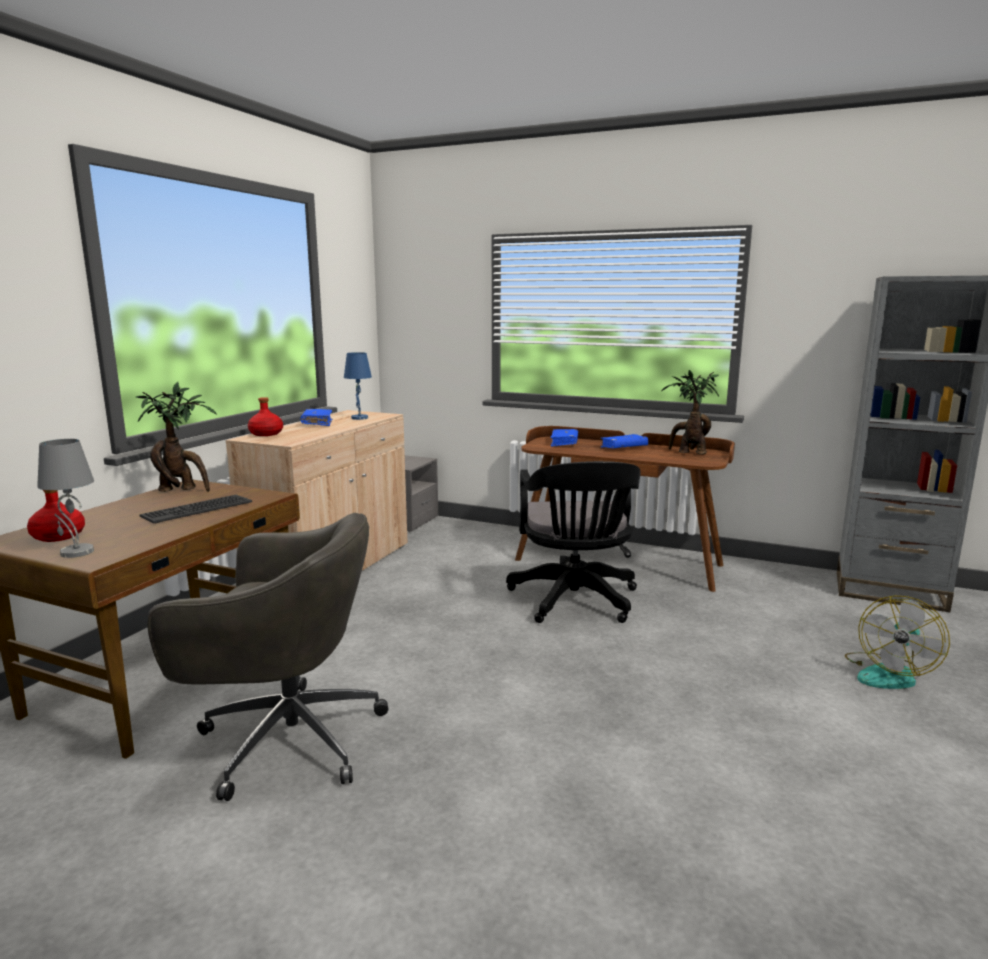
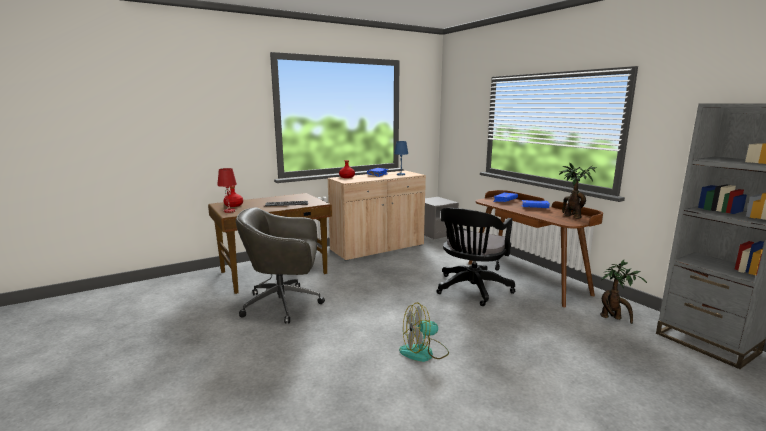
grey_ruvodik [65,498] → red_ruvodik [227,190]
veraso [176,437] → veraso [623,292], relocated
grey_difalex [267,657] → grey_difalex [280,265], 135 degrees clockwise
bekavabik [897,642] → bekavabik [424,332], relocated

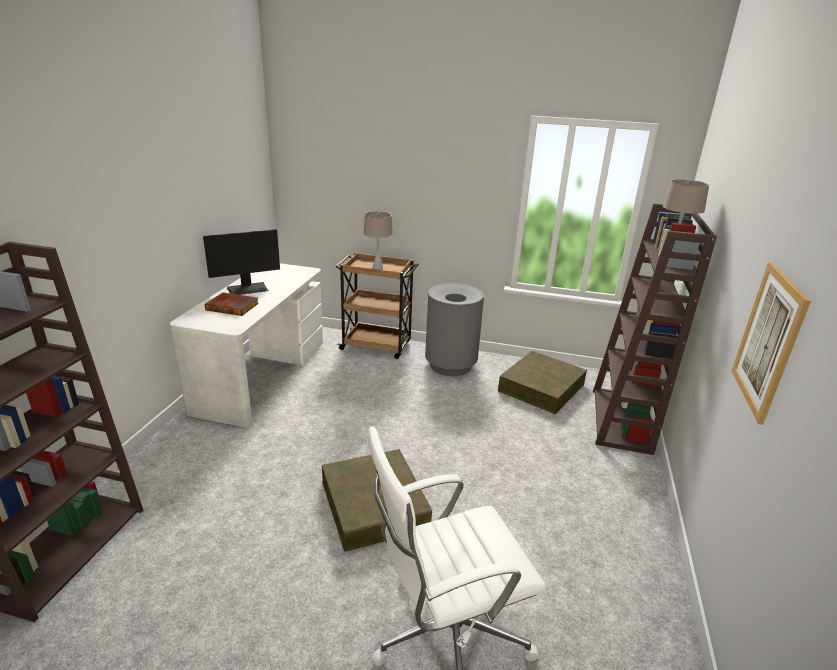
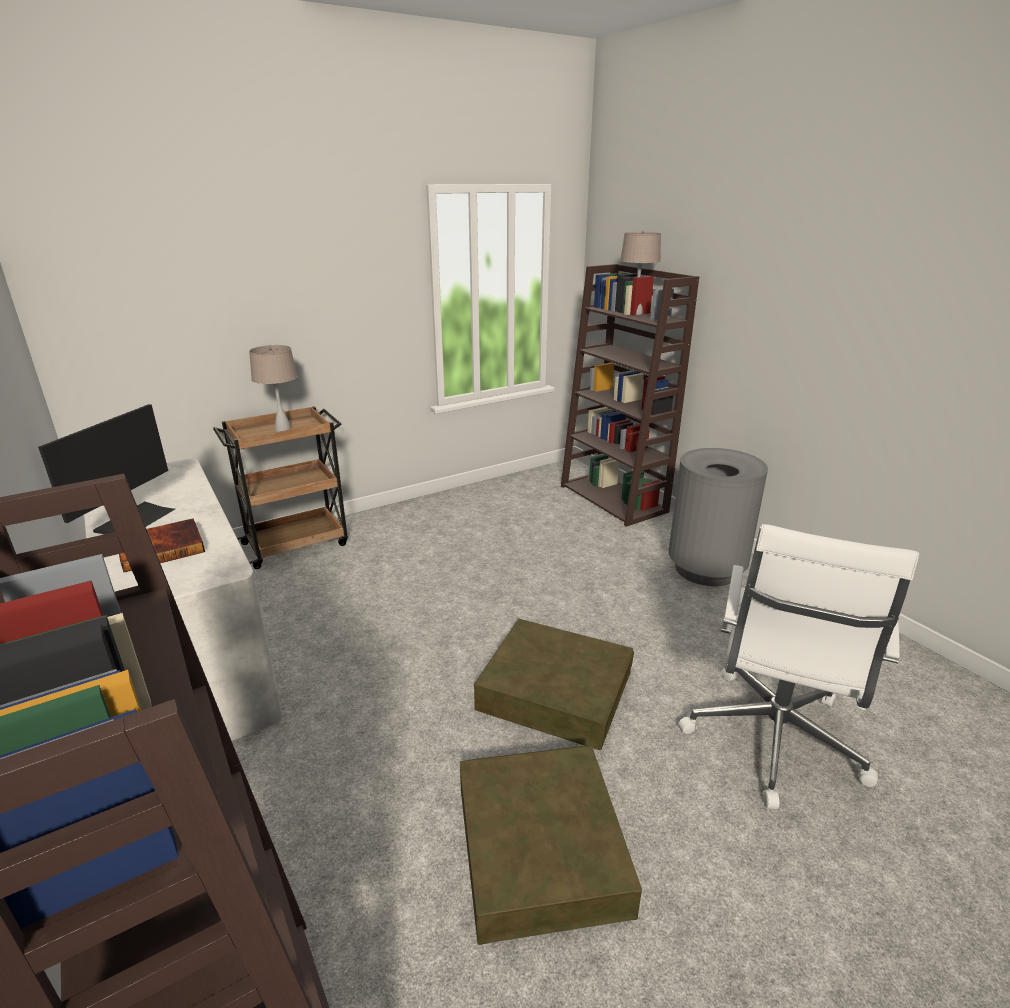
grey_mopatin [454,329] → grey_mopatin [718,517], relocated
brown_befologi [542,382] → brown_befologi [551,845], relocated
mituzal [771,343] → -

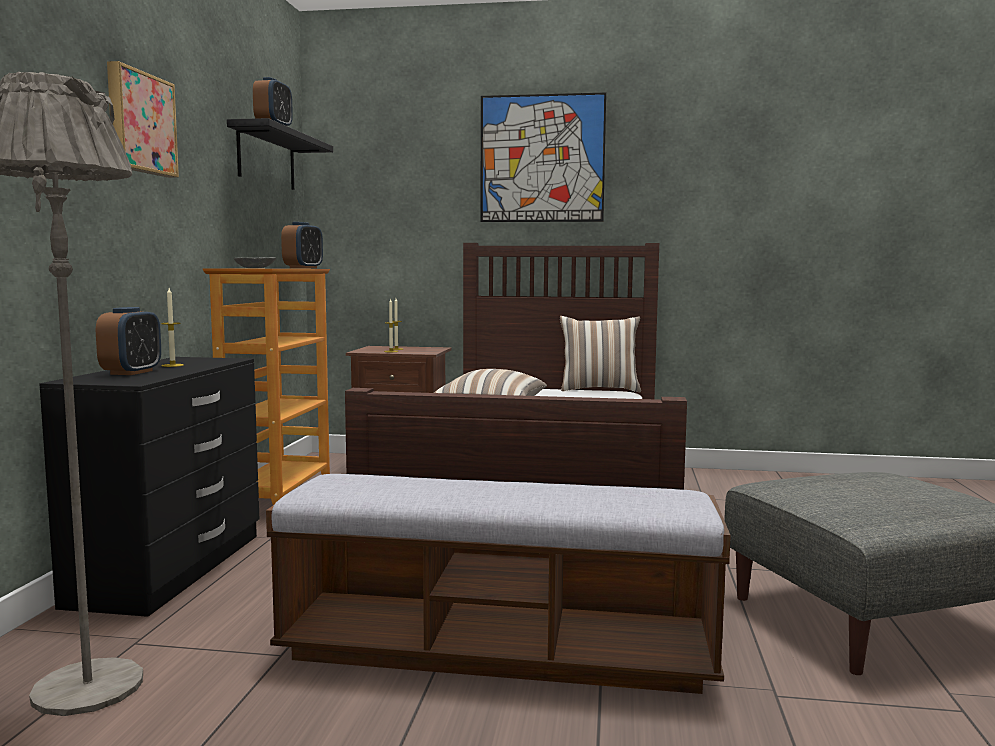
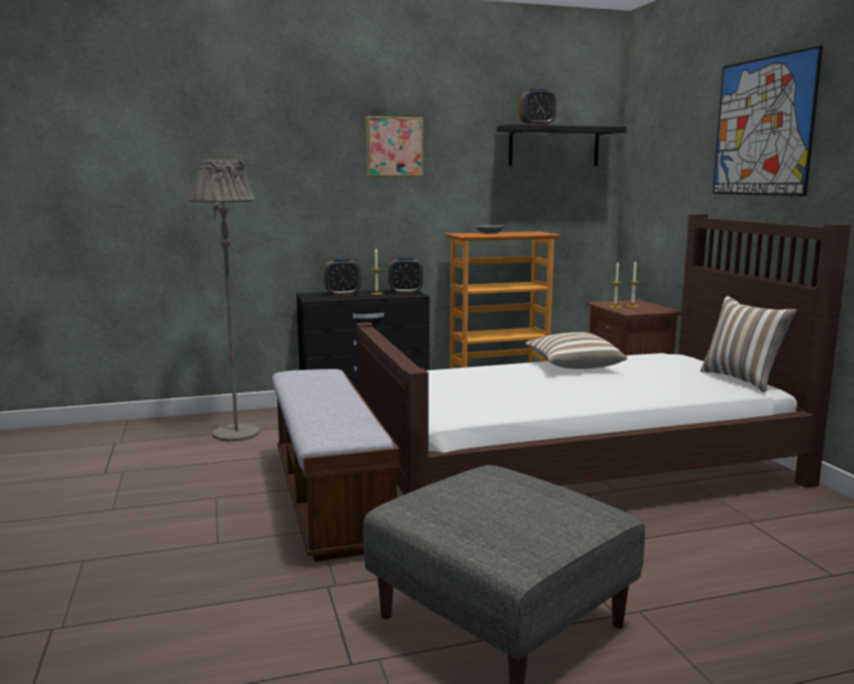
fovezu [302,245] → fovezu [405,275], relocated

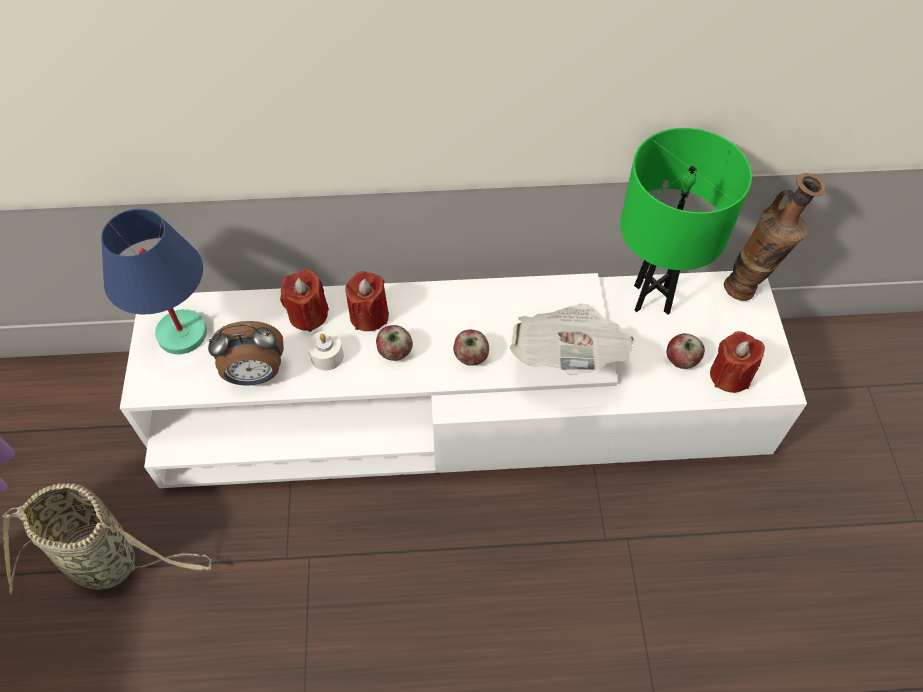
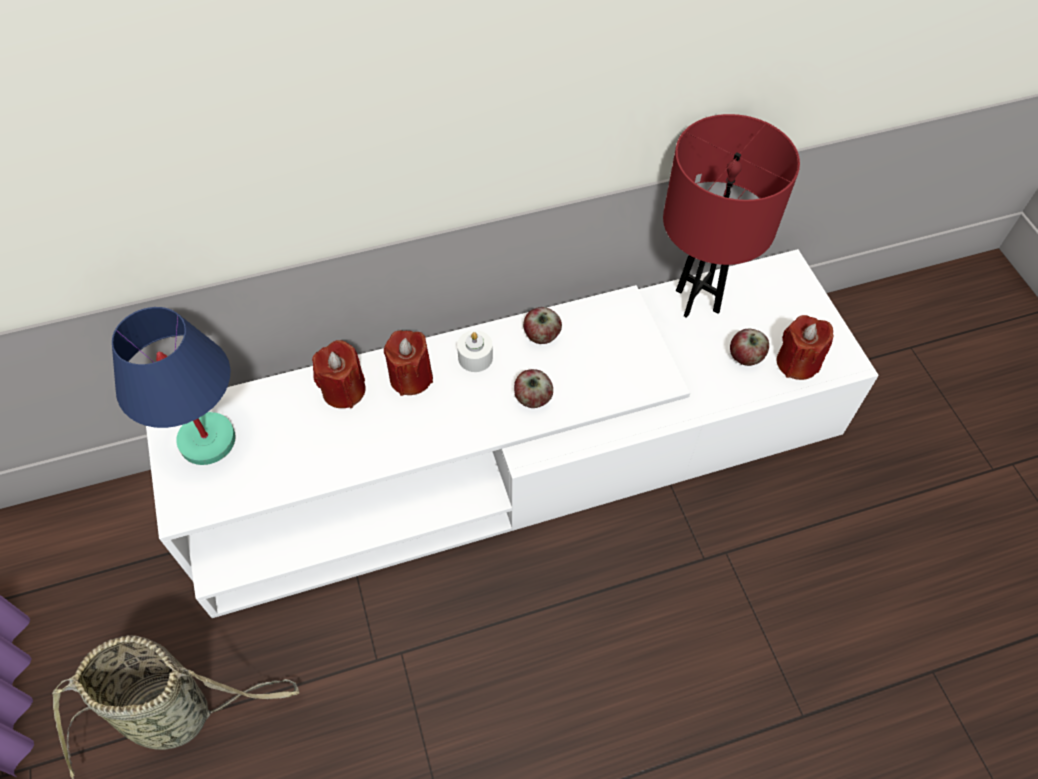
fovezu [246,353] → -
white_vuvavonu [326,351] → white_vuvavonu [475,351], relocated
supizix [394,343] → supizix [542,325], relocated
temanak [572,339] → -
green_ruvodik [686,221] → red_ruvodik [731,216]
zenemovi [775,237] → -

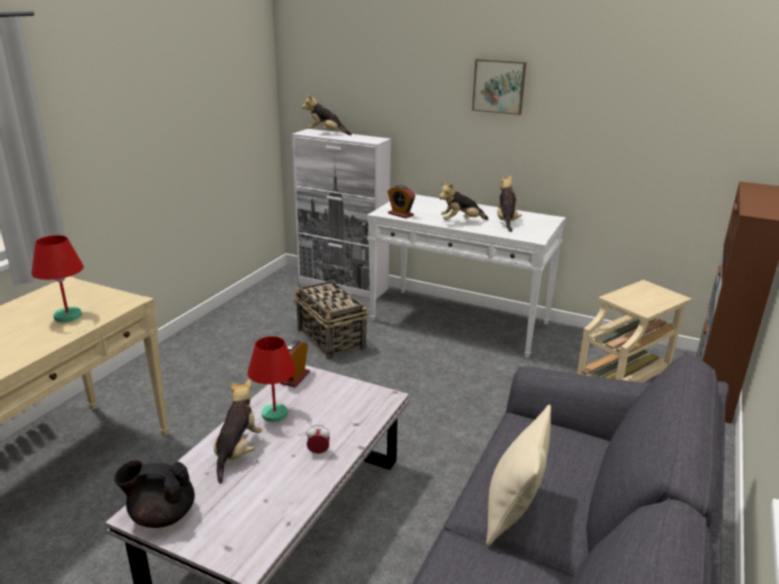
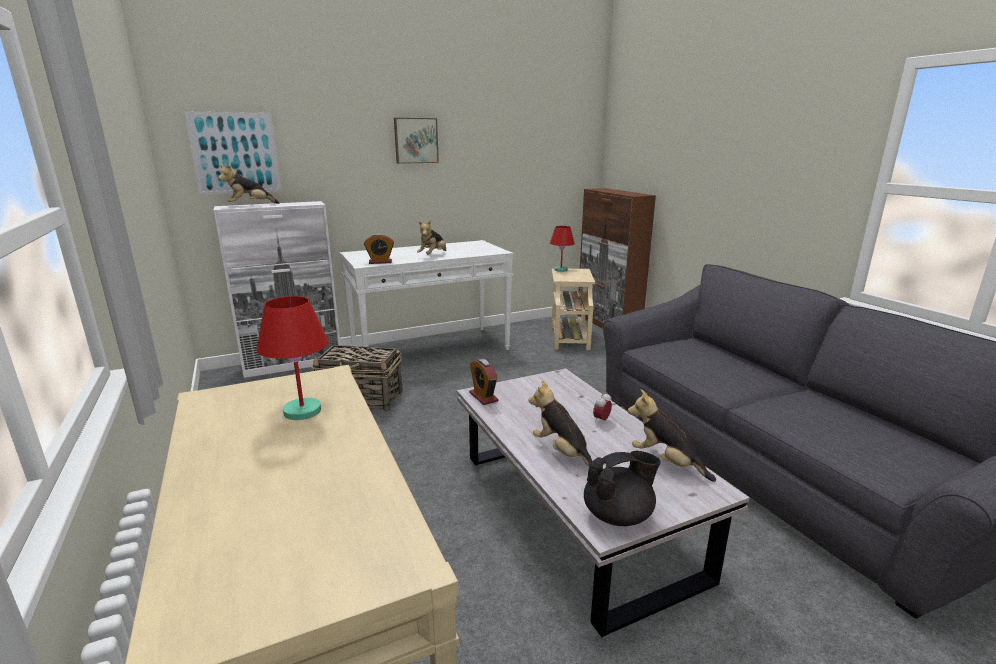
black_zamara [154,494] → black_zamara [622,488], 150 degrees counterclockwise
red_ruvodik [272,379] → red_ruvodik [562,249], relocated
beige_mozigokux [518,475] → -
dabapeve [509,204] → dabapeve [672,435], relocated
- → mituzal [232,153]

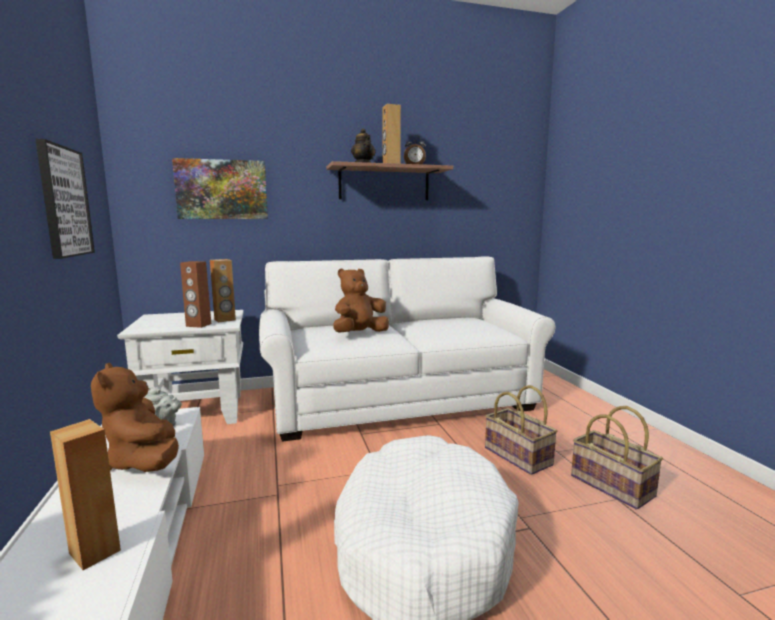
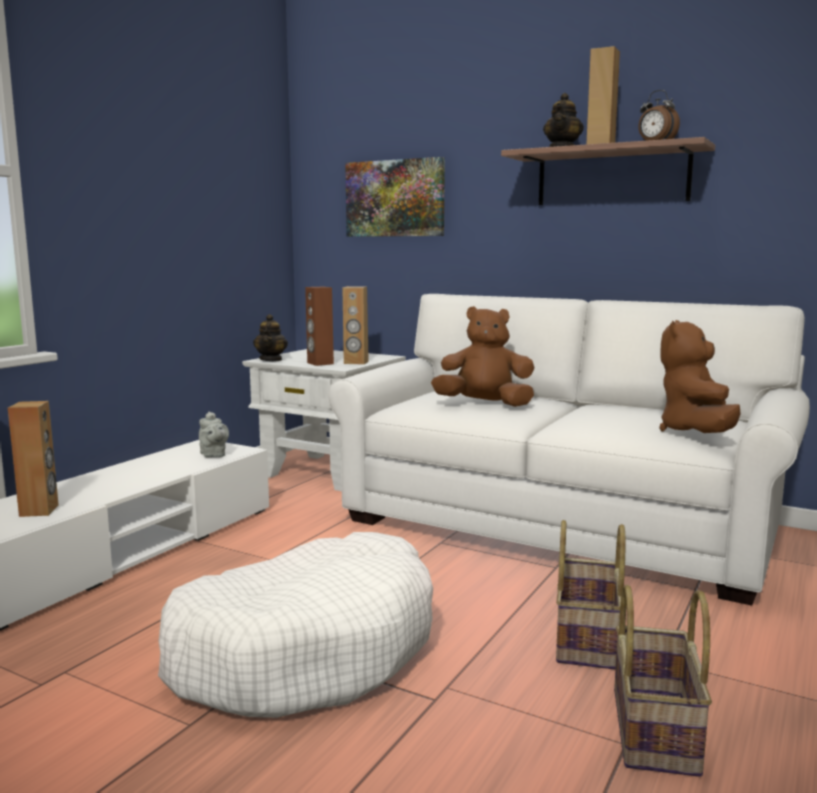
mituzal [65,199] → -
brown_dabapeve [135,417] → brown_dabapeve [700,376], relocated
- → zamara [270,337]

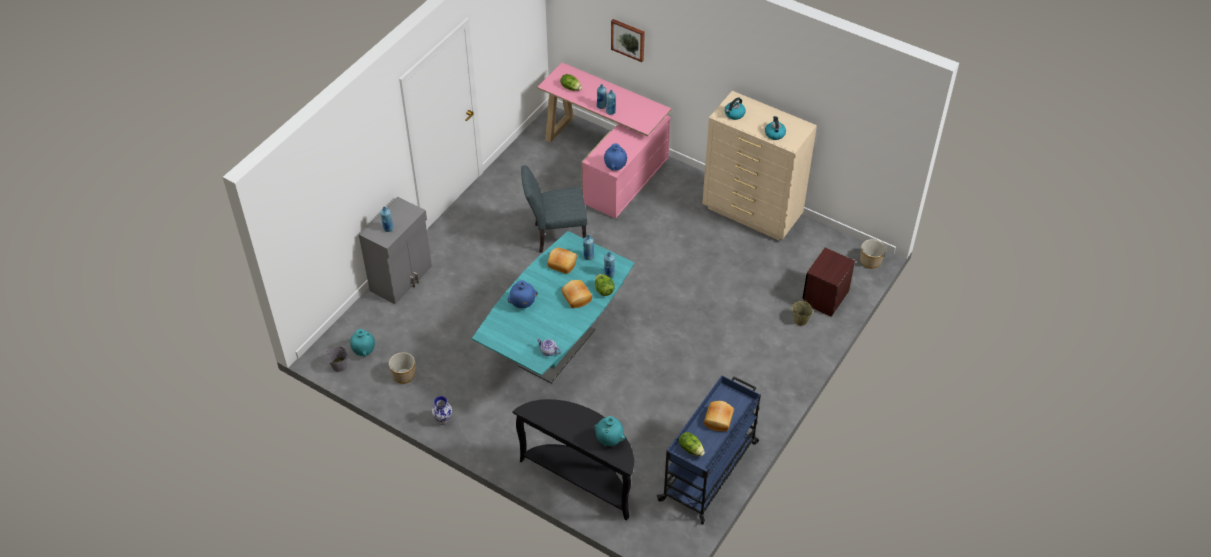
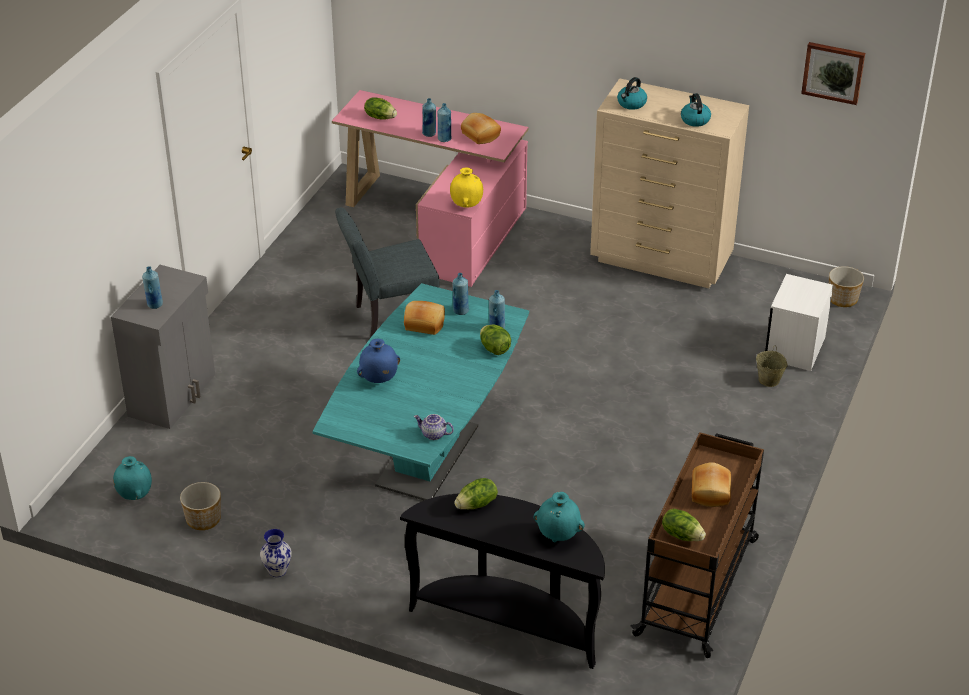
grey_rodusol [337,359] → -
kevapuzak [577,294] → kevapuzak [481,128], relocated
blue_zenemovi [615,156] → yellow_zenemovi [466,188]
mituzal [628,40] → mituzal [833,73], relocated
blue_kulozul [708,449] → brown_kulozul [697,545]
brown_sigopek [828,282] → white_sigopek [799,322]
- → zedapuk [476,493]

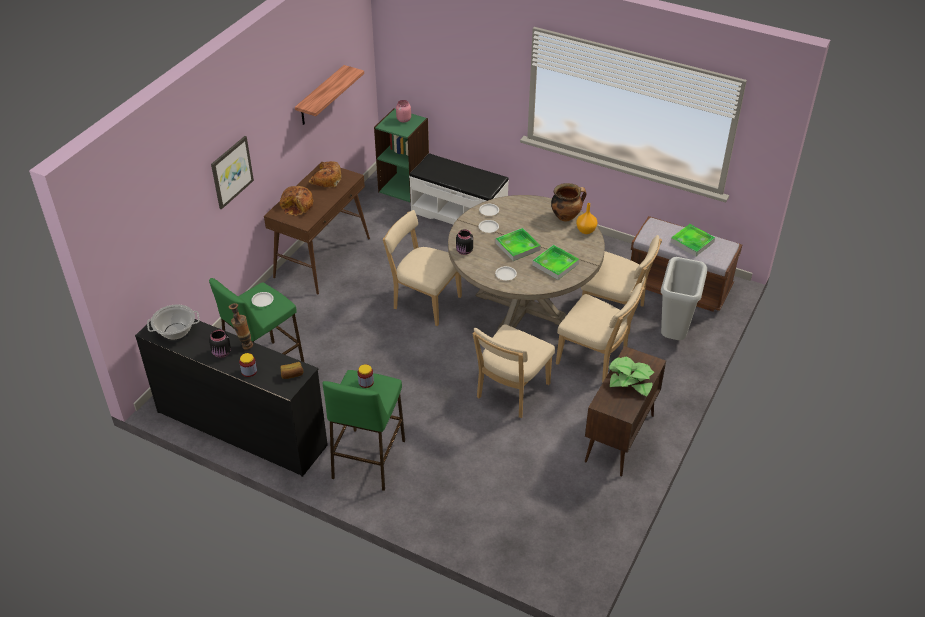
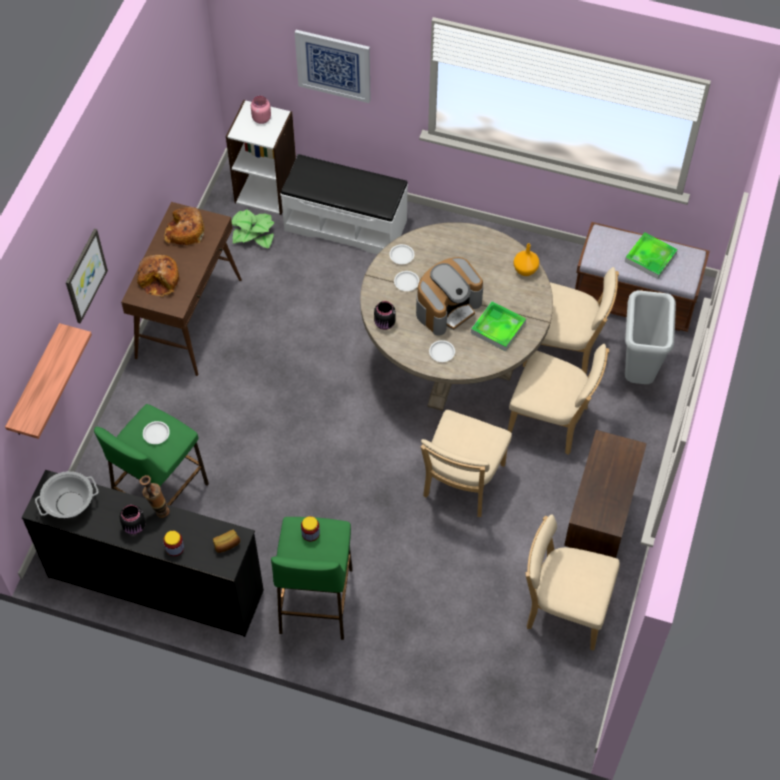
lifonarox [329,95] → lifonarox [48,381], relocated
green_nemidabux [401,155] → white_nemidabux [261,157]
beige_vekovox [422,268] → beige_vekovox [573,583], relocated
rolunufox [518,244] → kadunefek [449,296]
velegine [568,202] → -
veraso [631,376] → veraso [253,229], relocated
- → mituzal [333,66]

